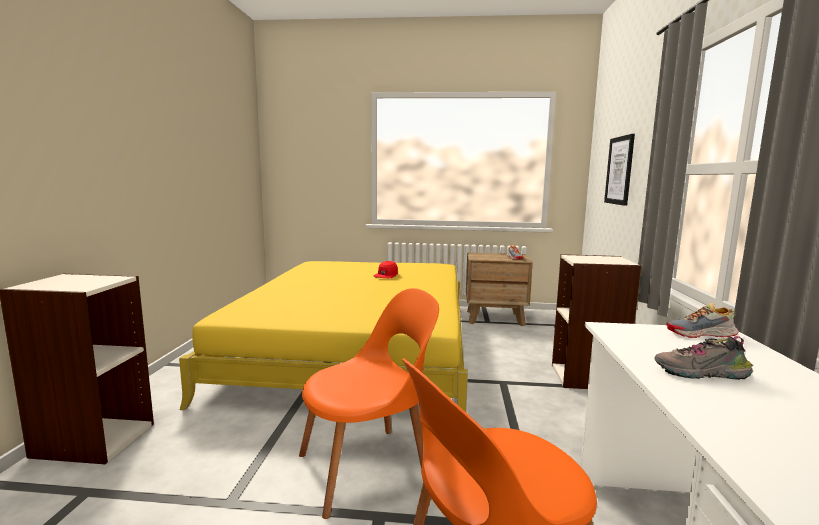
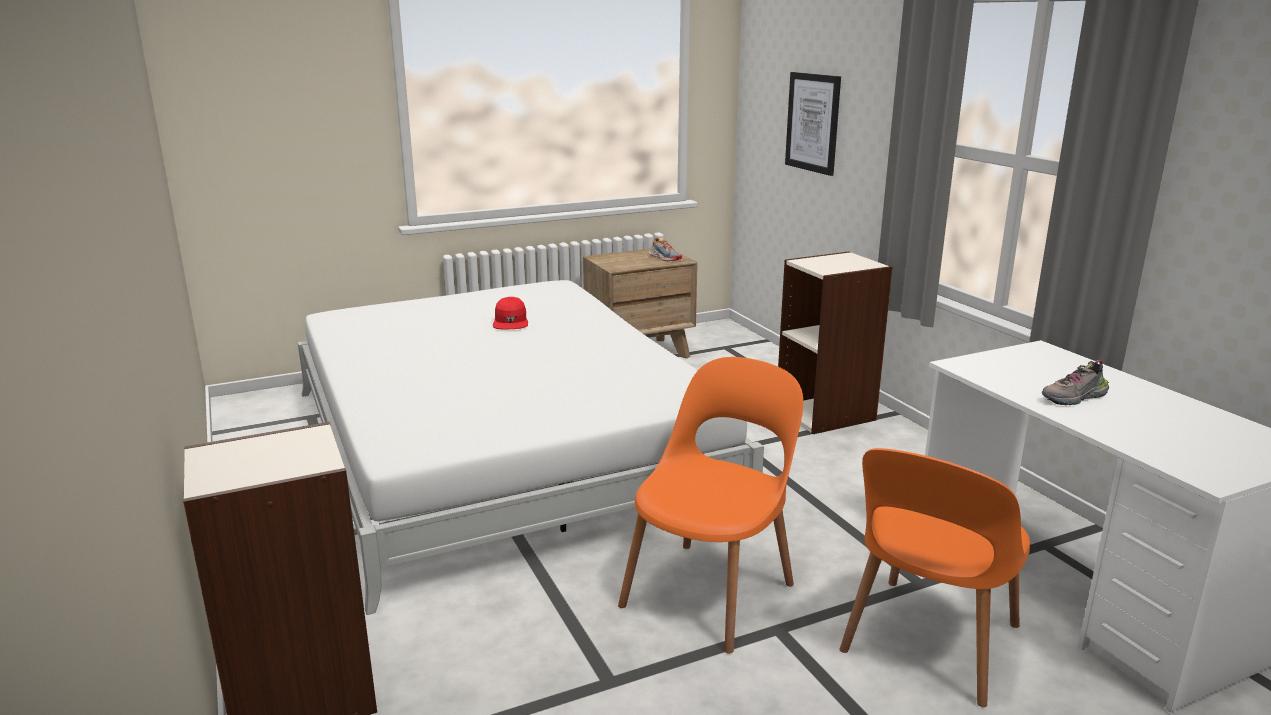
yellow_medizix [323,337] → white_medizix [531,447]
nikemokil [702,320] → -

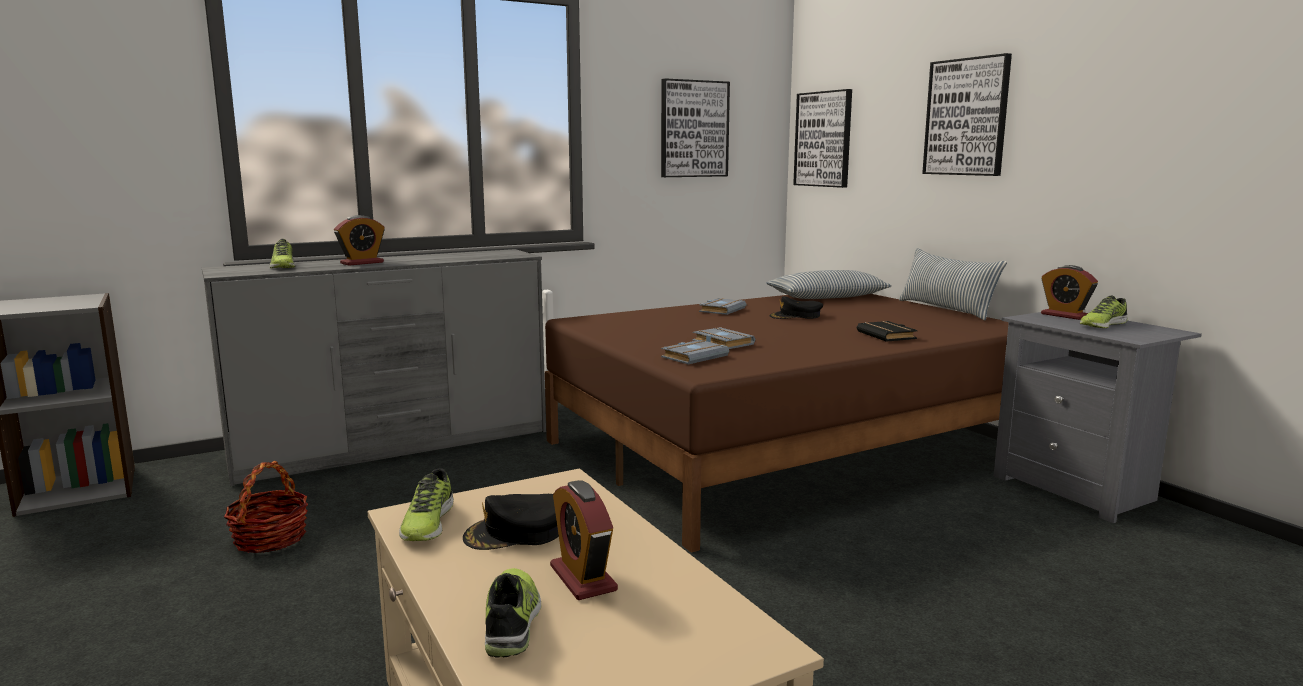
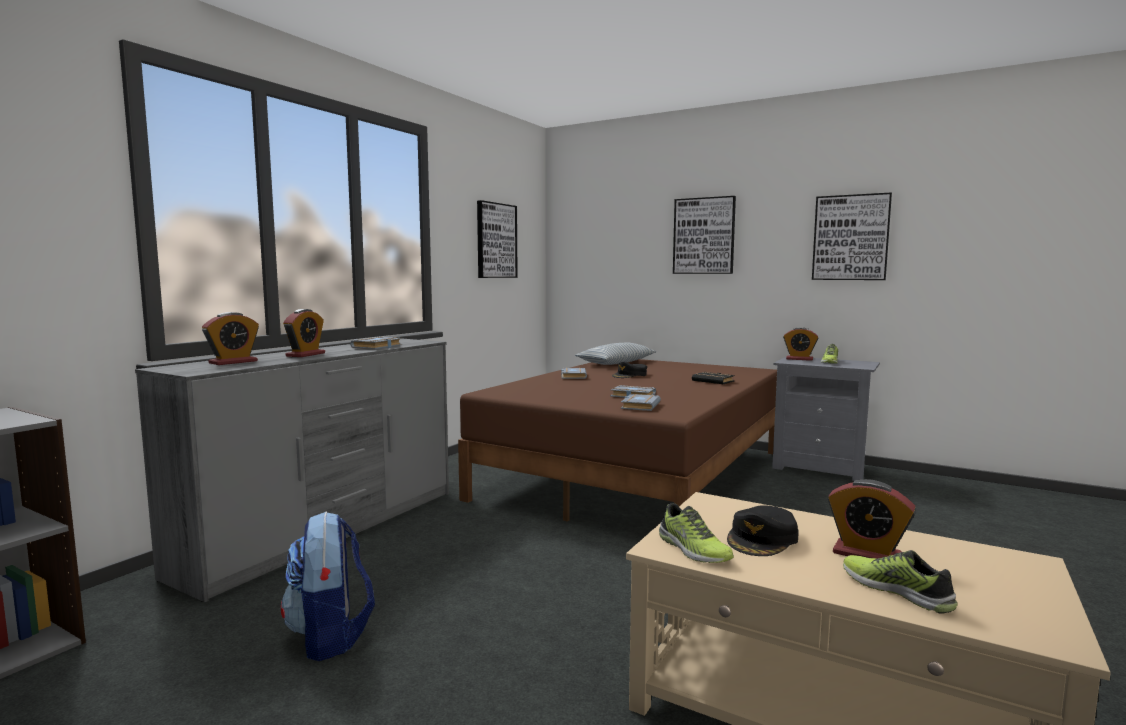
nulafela [266,507] → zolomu [328,586]
nikemokil [282,253] → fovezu [230,338]
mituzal [822,138] → mituzal [852,236], relocated
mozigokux [953,284] → -
- → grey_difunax [376,343]

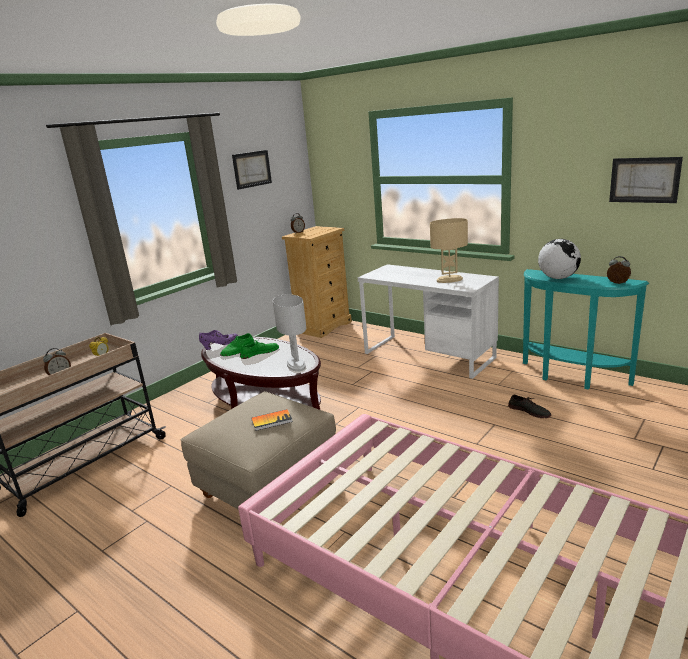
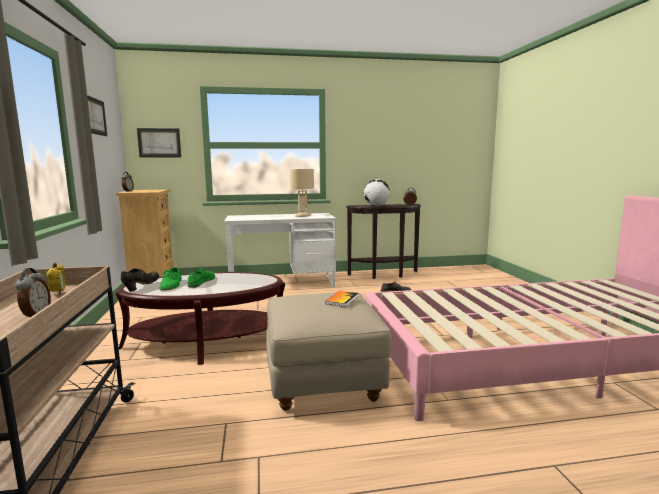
purple_nikemokil [218,340] → black_nikemokil [140,280]
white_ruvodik [289,333] → -
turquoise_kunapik [586,329] → brown_kunapik [383,241]
mituzal [646,180] → mituzal [159,143], relocated

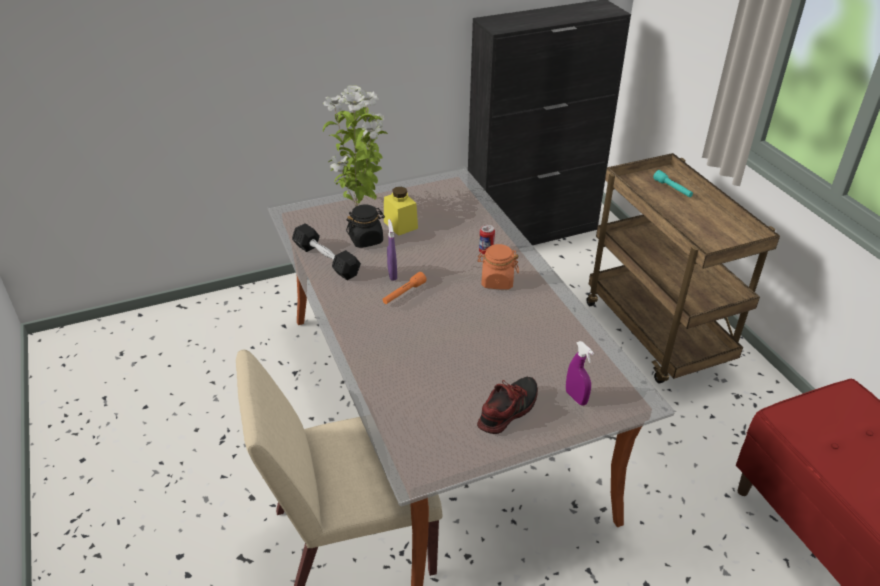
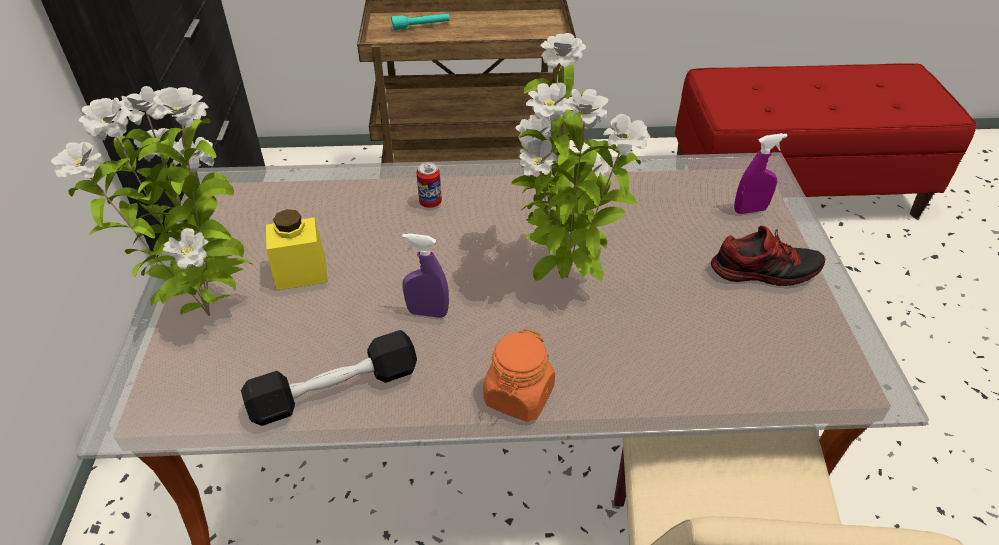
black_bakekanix [365,226] → -
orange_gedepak [404,288] → -
orange_bakekanix [498,267] → orange_bakekanix [519,375], relocated
nikemokil [507,405] → nikemokil [768,256], 120 degrees clockwise
- → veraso [580,157]

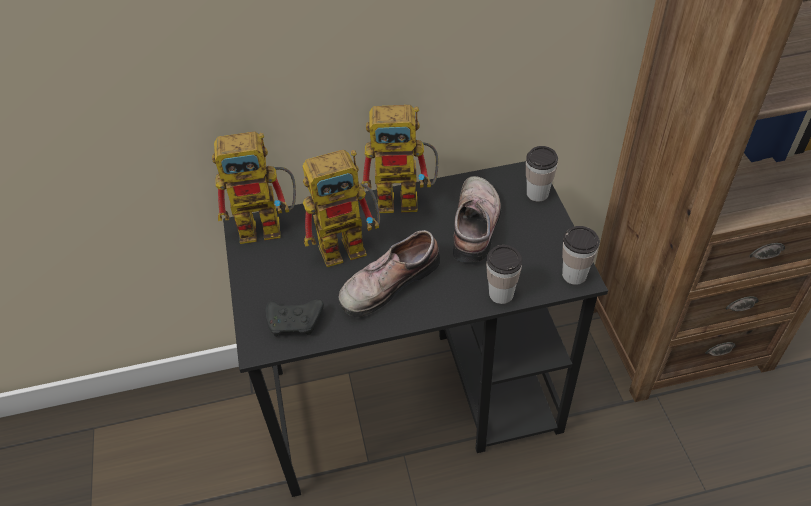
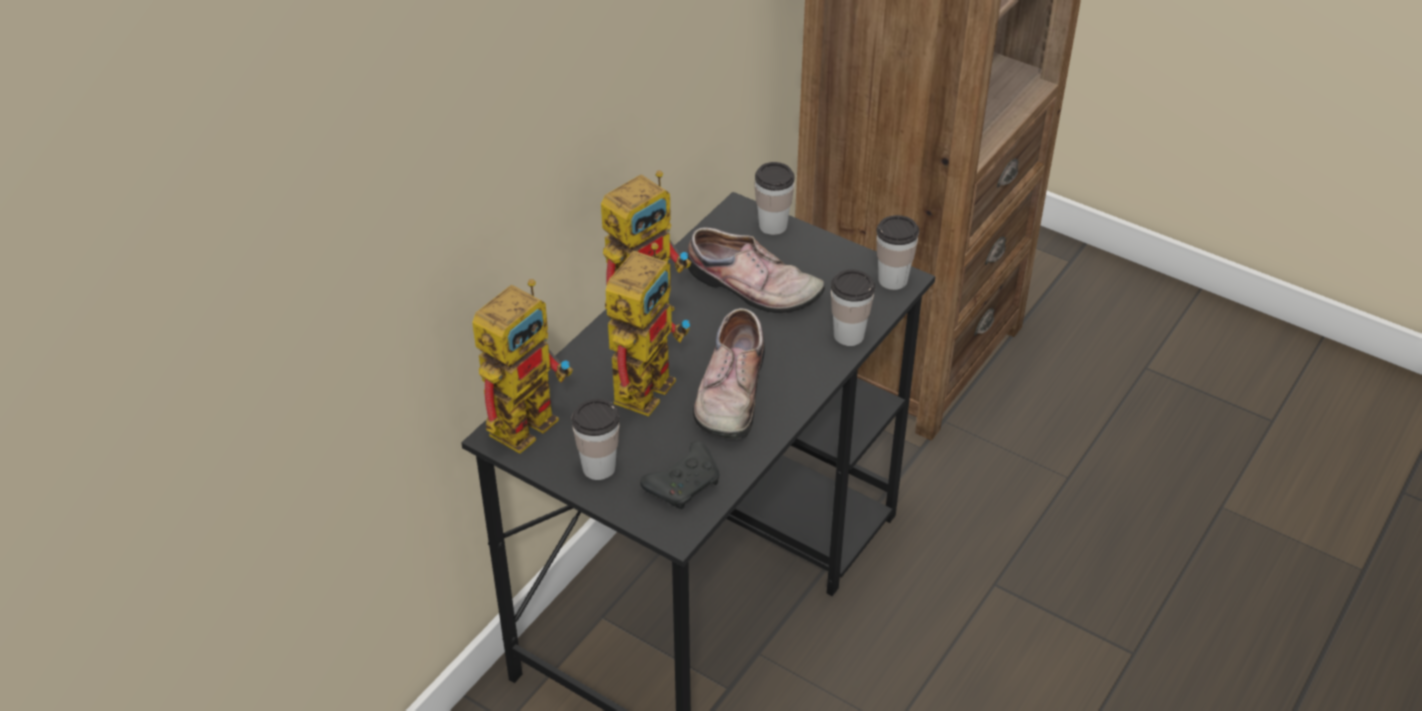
nikemokil [477,219] → nikemokil [756,270], 150 degrees clockwise
- → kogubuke [596,439]

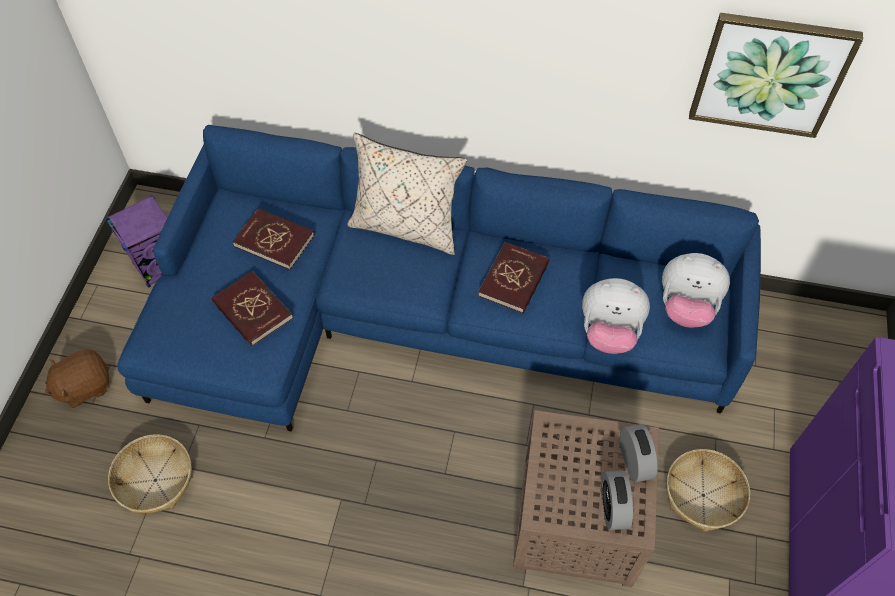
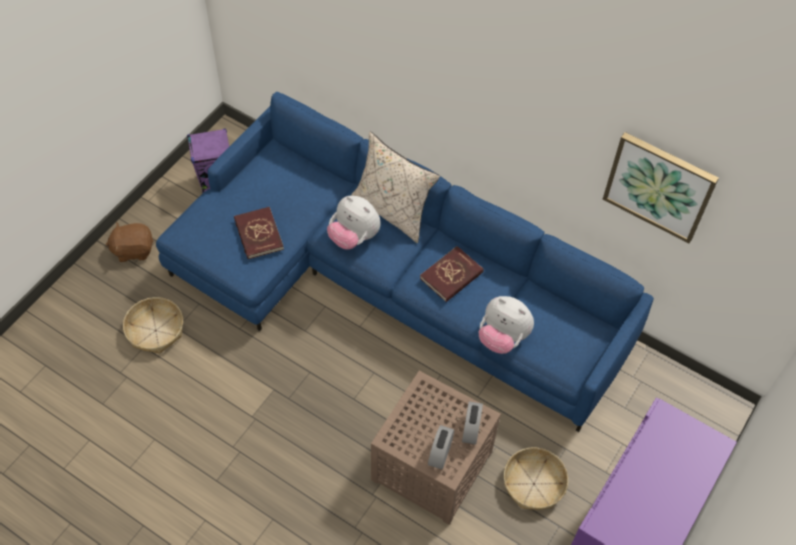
red_difunax [274,239] → -
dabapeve [696,290] → dabapeve [354,223], relocated

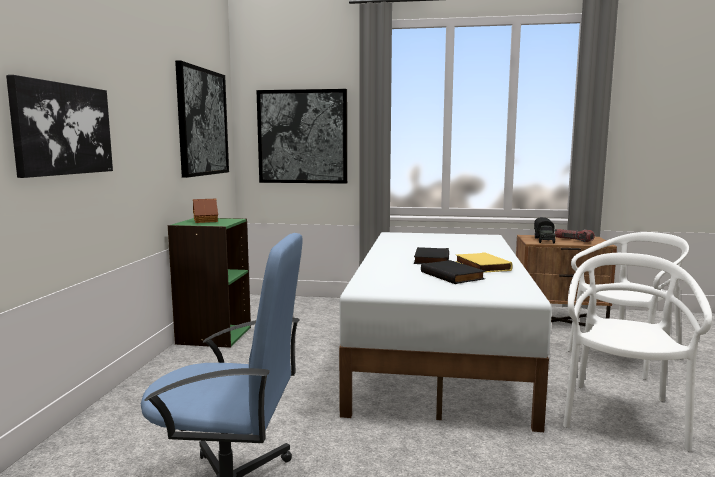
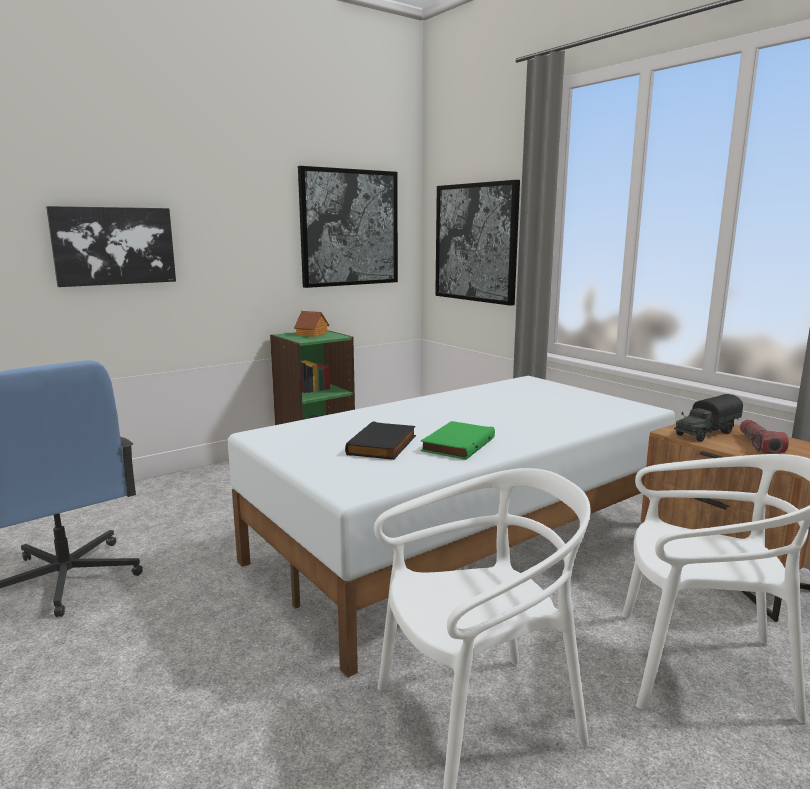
black_difunax [431,255] → -
yellow_difunax [484,262] → green_difunax [457,440]

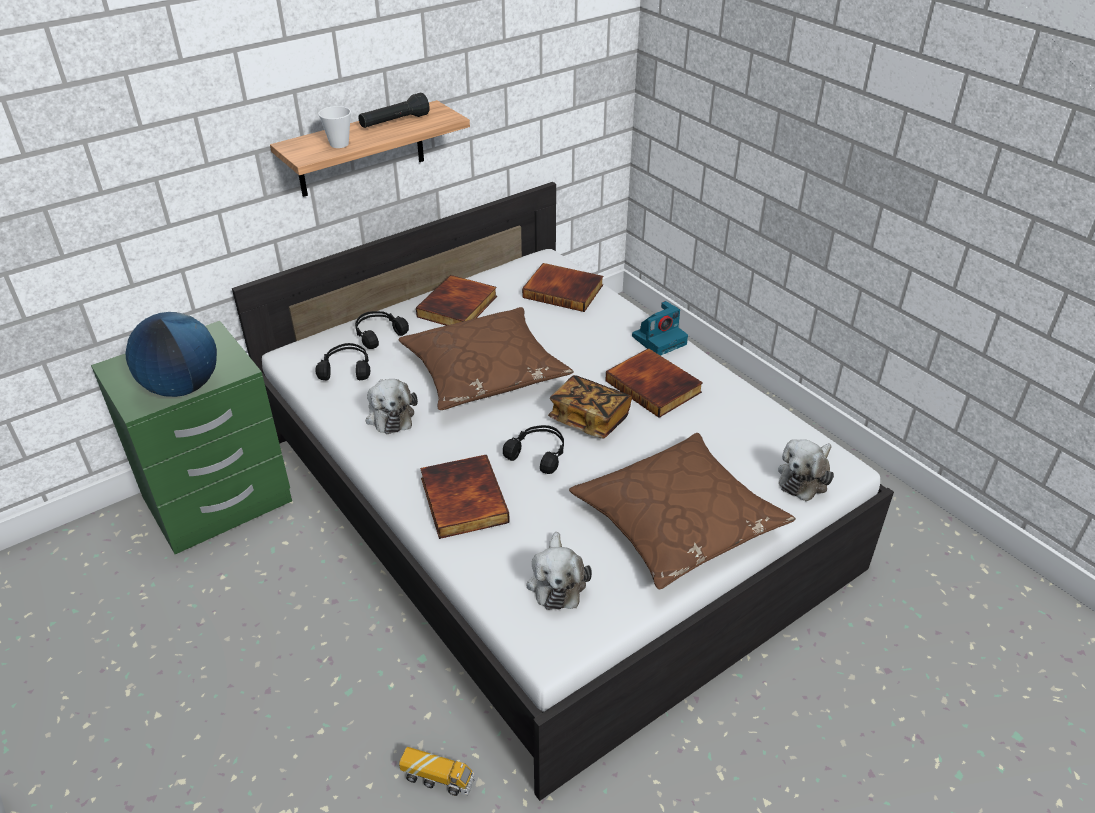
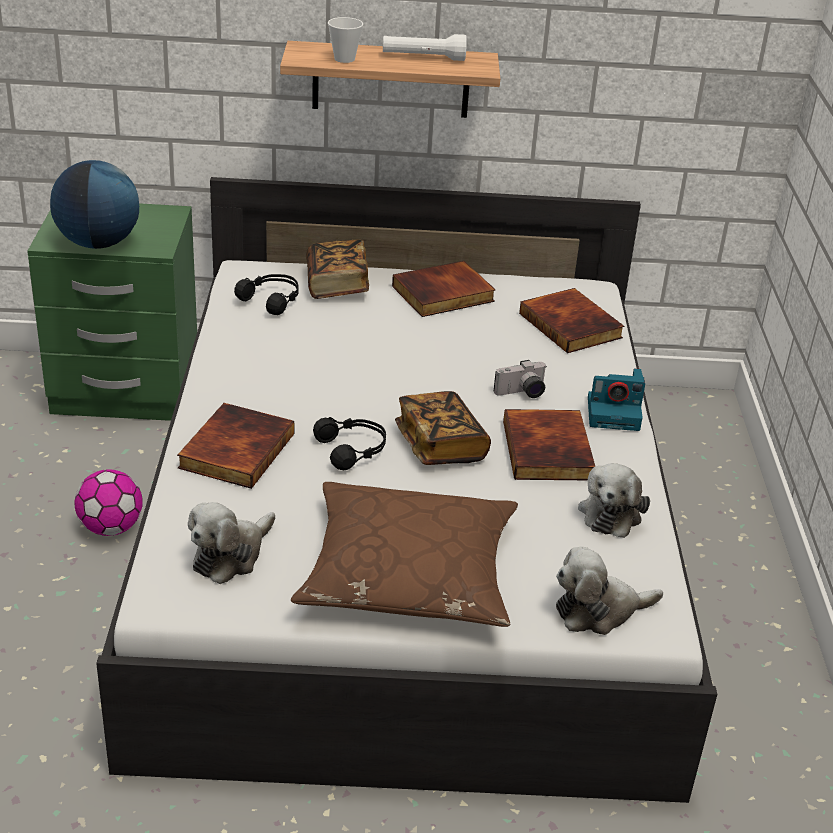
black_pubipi [382,330] → difunax [337,269]
black_gedepak [394,110] → white_gedepak [425,47]
dabapeve [392,406] → dabapeve [614,500], relocated
brown_mozigokux [486,358] → -
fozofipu [437,771] → -
- → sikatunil [109,502]
- → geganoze [520,379]

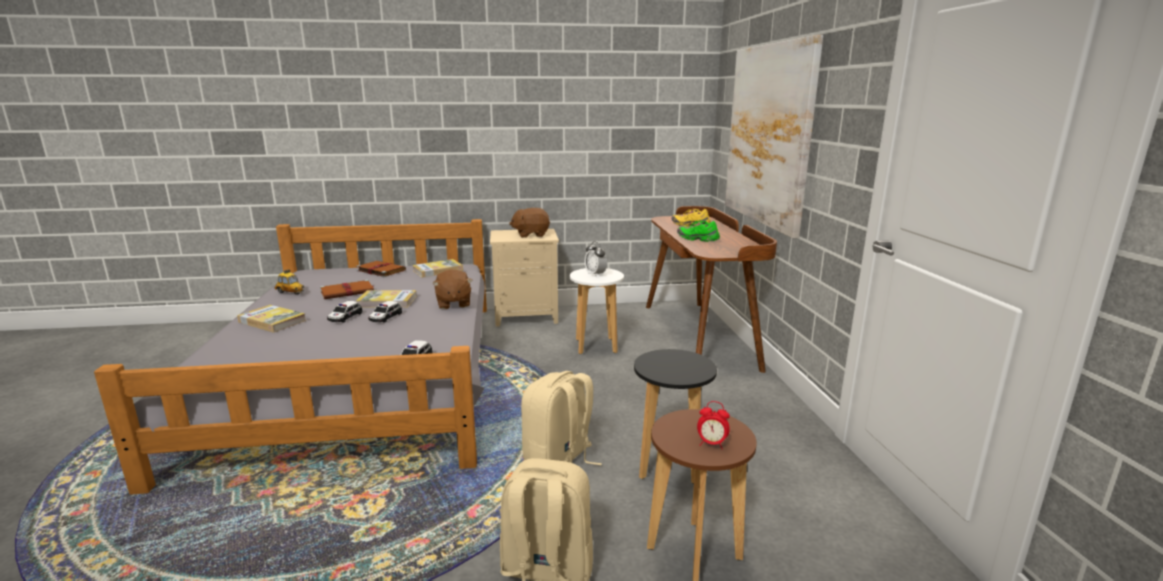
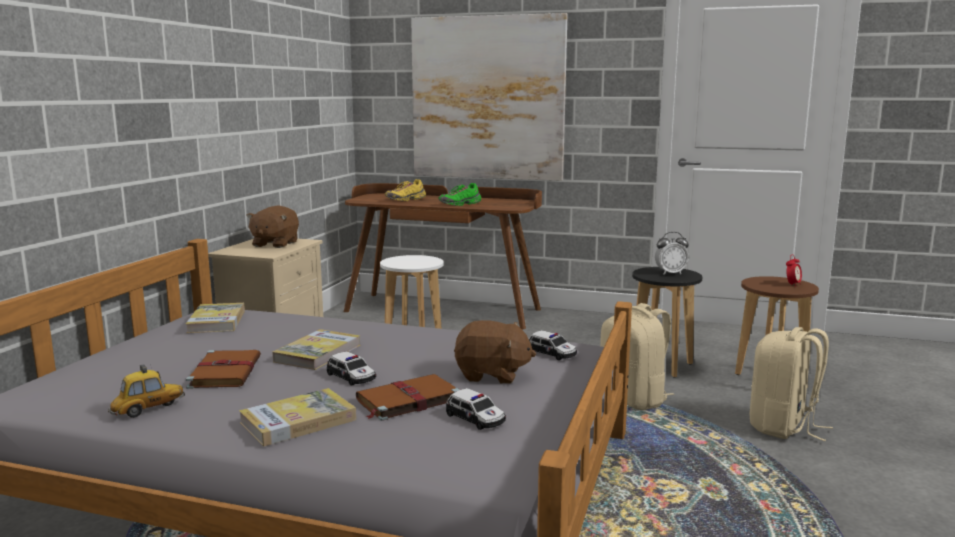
brown_difunax [381,269] → brown_difunax [408,397], relocated
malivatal [385,312] → malivatal [476,409], relocated
brown_dabapeve [452,289] → brown_dabapeve [495,352], relocated
fovezu [596,259] → fovezu [672,253], relocated

